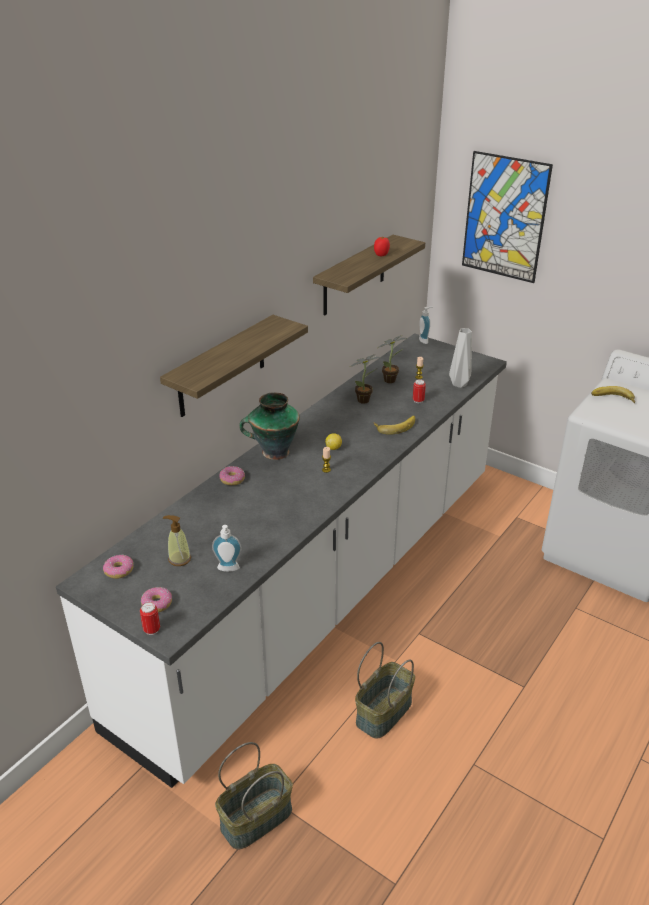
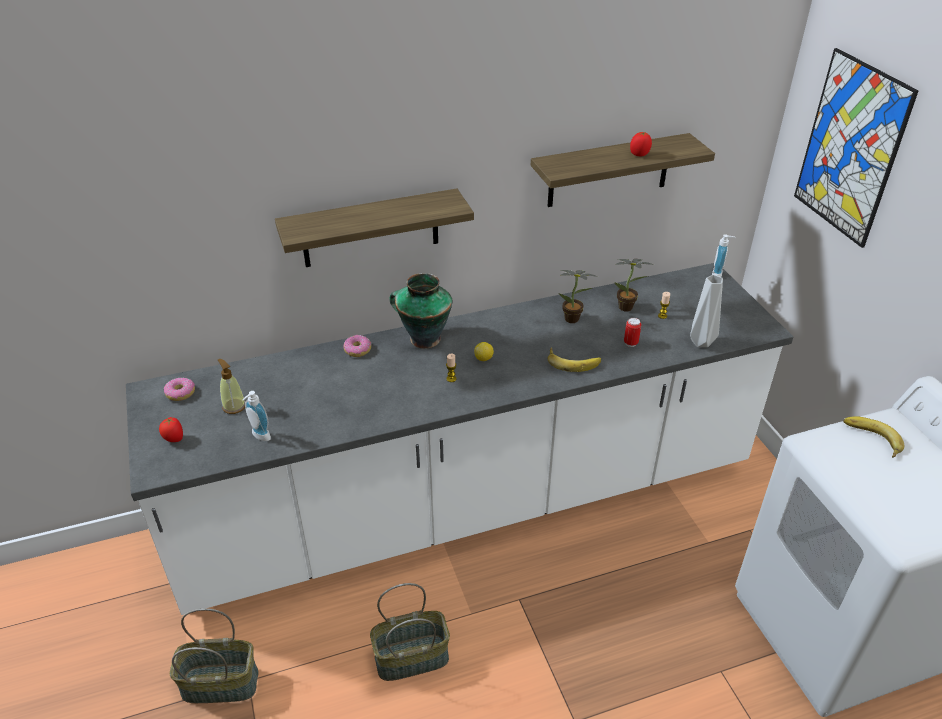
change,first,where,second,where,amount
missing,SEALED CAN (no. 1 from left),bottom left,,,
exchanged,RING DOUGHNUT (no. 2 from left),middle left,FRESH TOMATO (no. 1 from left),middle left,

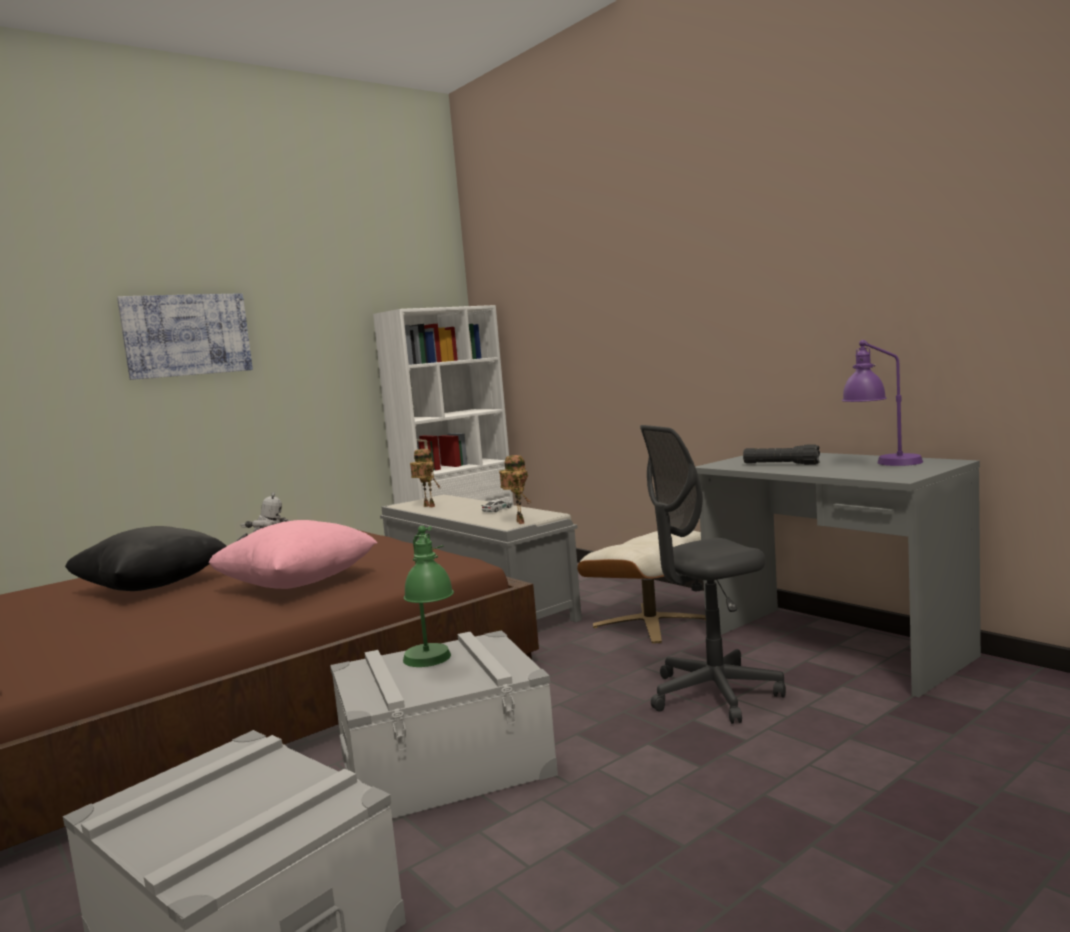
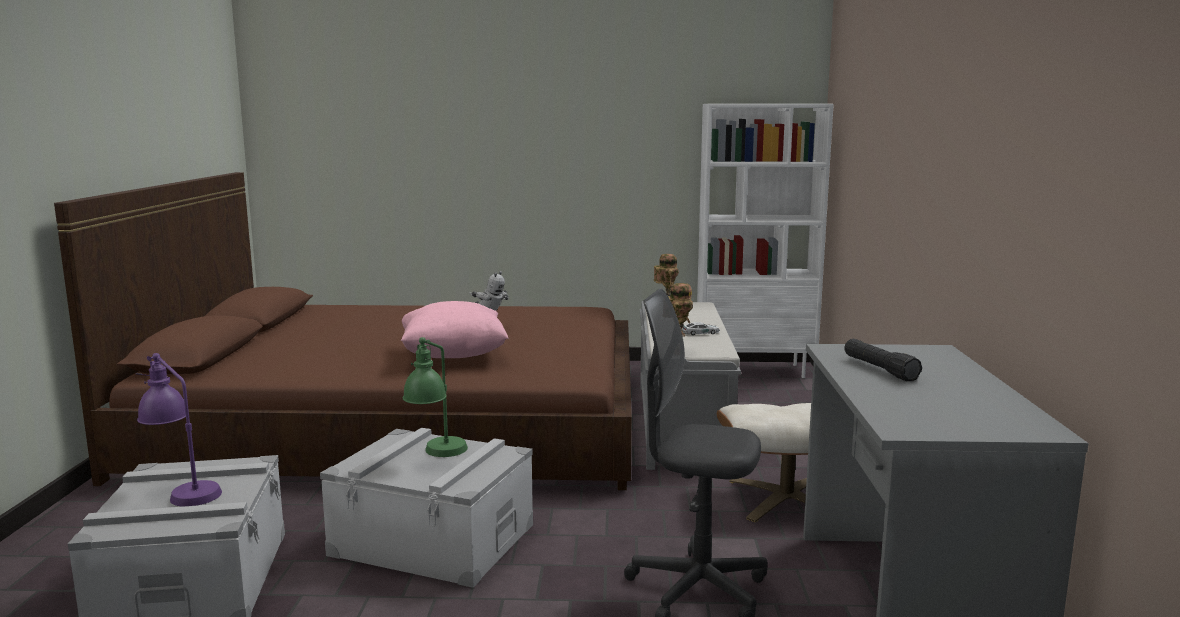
change,first,where,second,where,amount
missing,BLACK-COLOURED PILLOW,middle left,,,
missing,WALL ART,middle left,,,
relocated,PURPLISH TABLE LAMP,middle right,,bottom left,

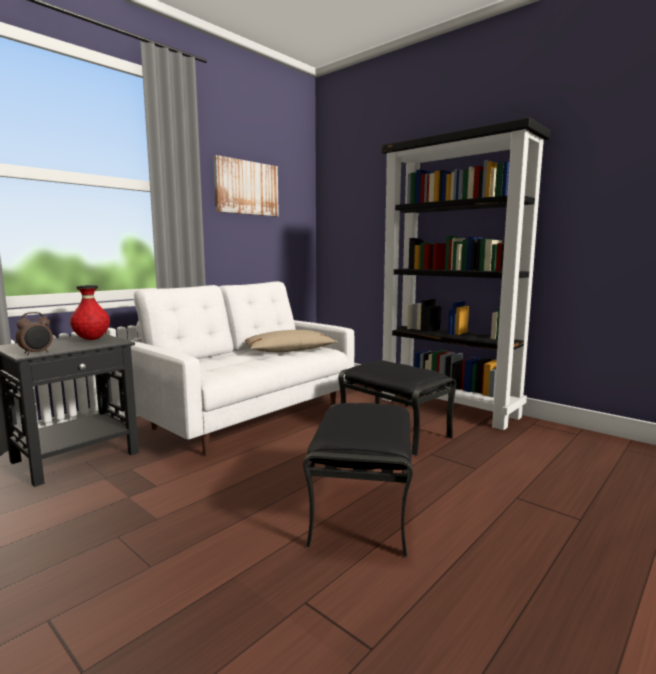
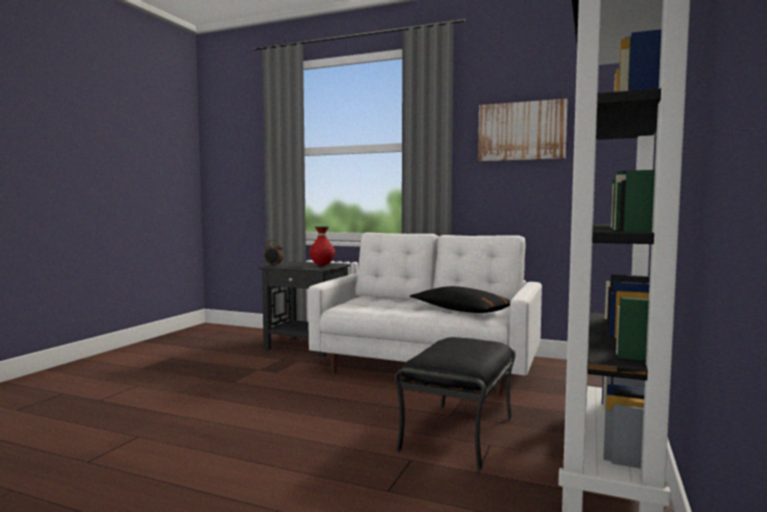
change,first,where,second,where,amount
colour,BEIGE PILLOW,centre,BLACK-COLOURED PILLOW,centre,
missing,BLACK-COLOURED FOOTREST (no. 1 from left),bottom centre,,,

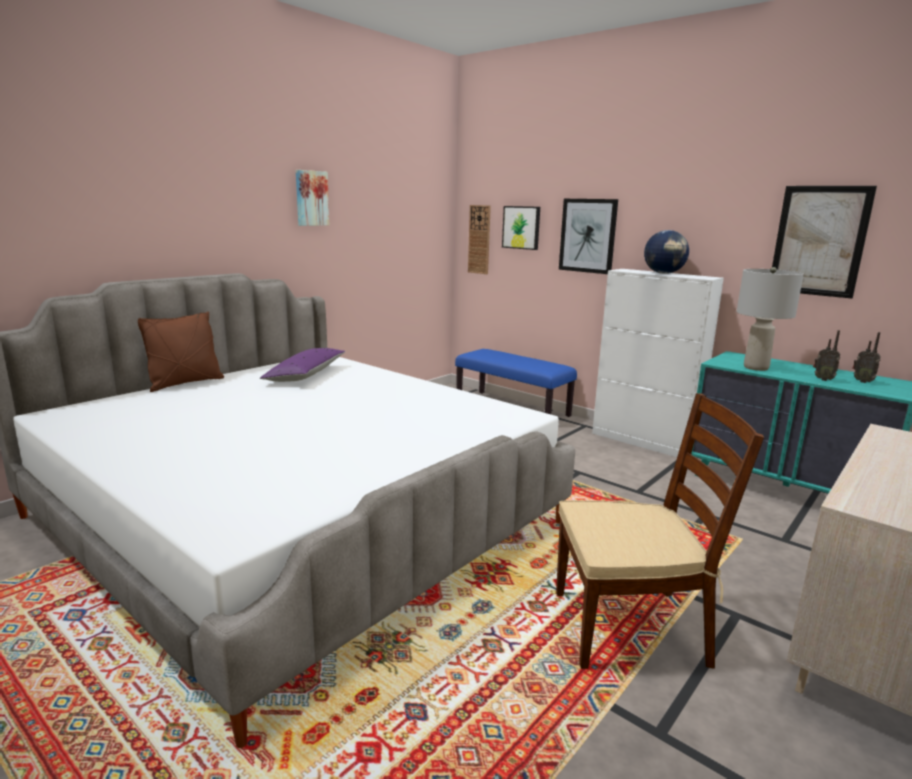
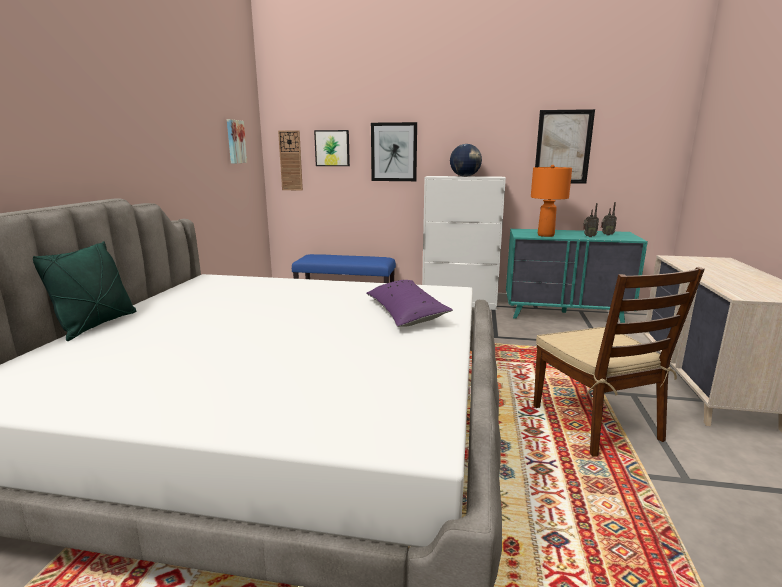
change,first,where,second,where,amount
colour,BROWN-COLOURED PILLOW,middle left,GREENISH PILLOW,middle left,
relocated,PURPLISH PILLOW,middle left,,centre,
relocated,WALL ART (no. 1 from left),top centre,,top left,
spun,BROWN-COLOURED PLAIN CHAIR,bottom right,,middle right,105 degrees clockwise
colour,GREYISH TABLE LAMP,middle right,ORANGEY TABLE LAMP,middle right,

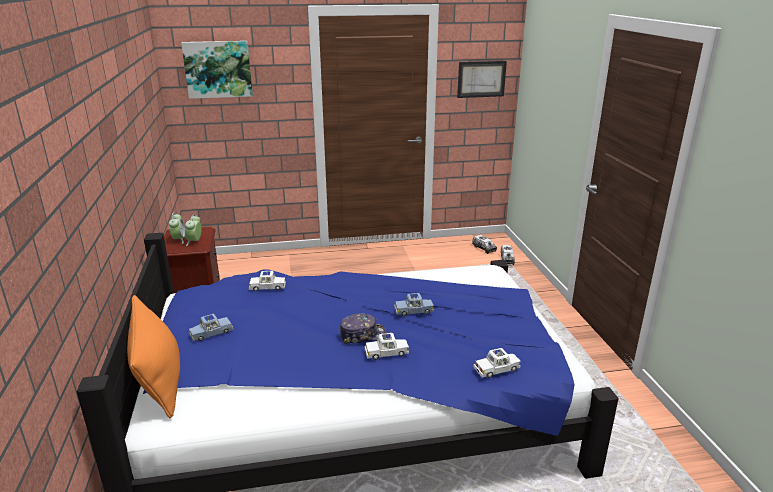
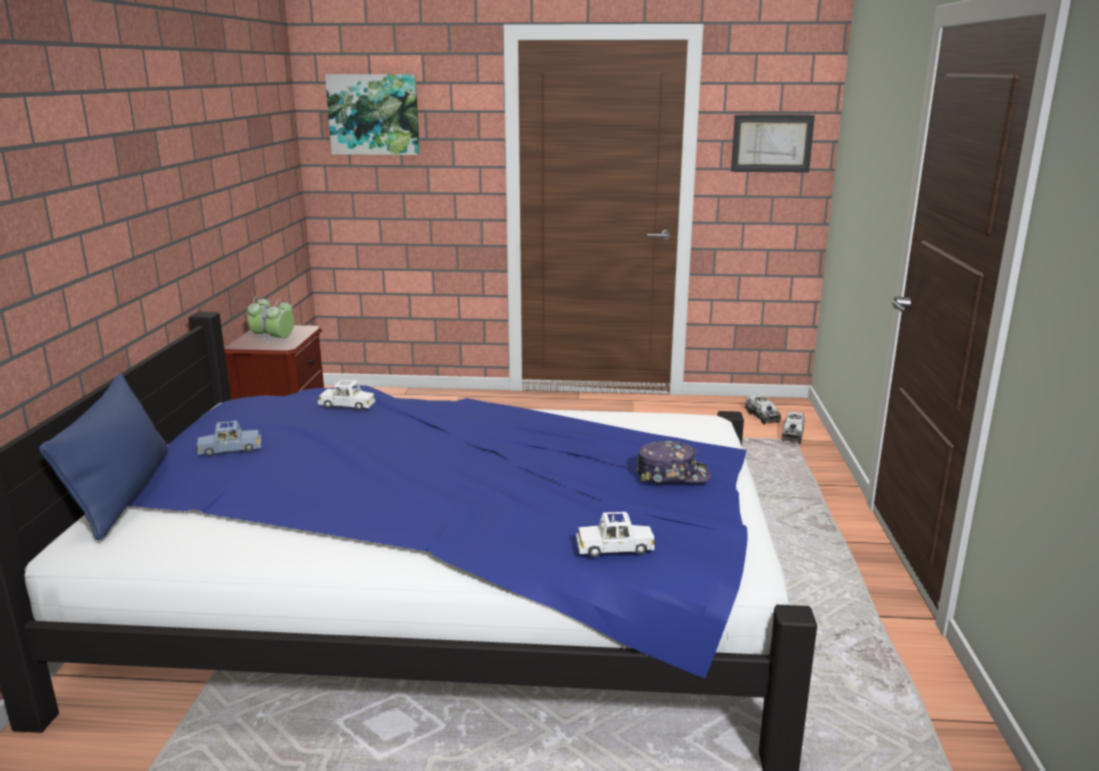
change,first,where,second,where,amount
colour,ORANGEY PILLOW,bottom left,BLUE-COLOURED PILLOW,middle left,
relocated,CAP,bottom centre,,centre,
missing,WHITISH TOY CAR (no. 2 from left),bottom centre,,,
missing,BLUE-COLOURED TOY CAR (no. 2 from left),centre,,,

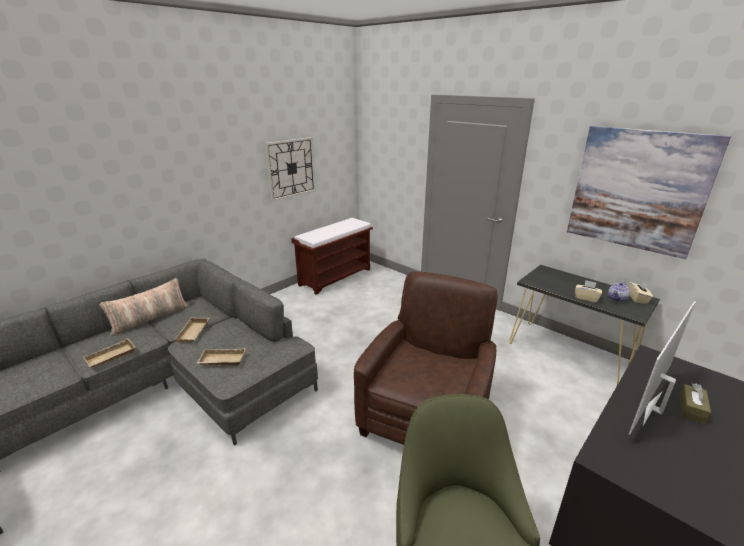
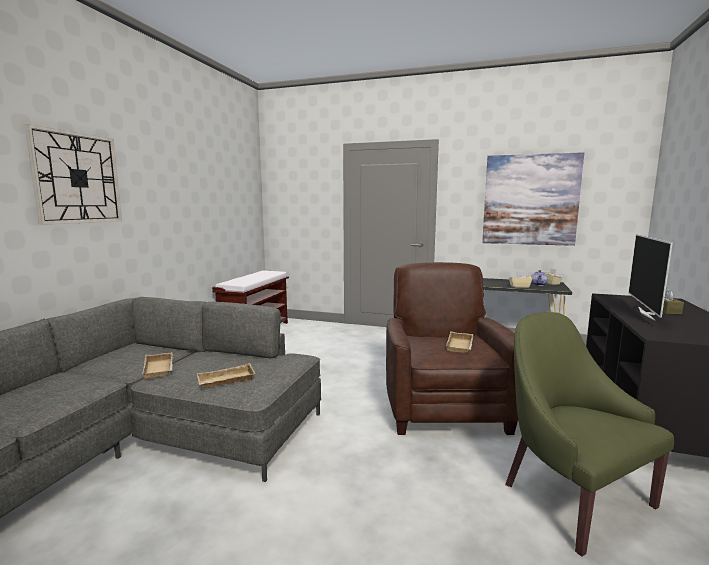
change,first,where,second,where,amount
relocated,BEIGE CARRYING TRAY (no. 1 from left in the first image),middle left,BEIGE CARRYING TRAY (no. 3 from left),centre,
missing,PILLOW,middle left,,,
relocated,HANGING CLOCK,top centre,,top left,

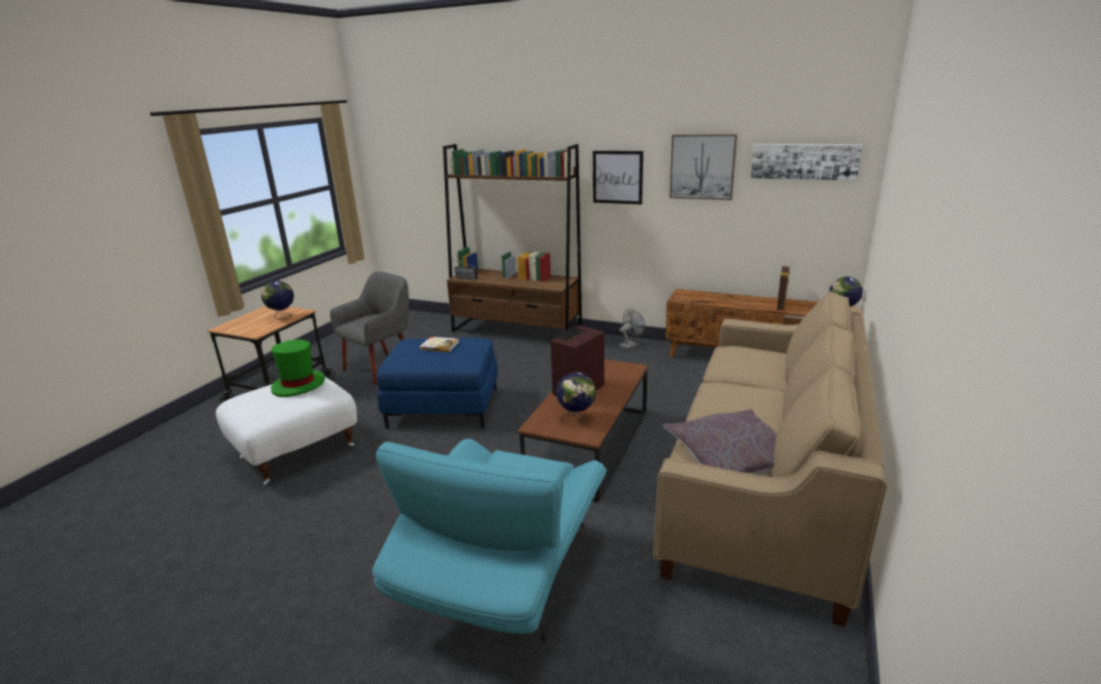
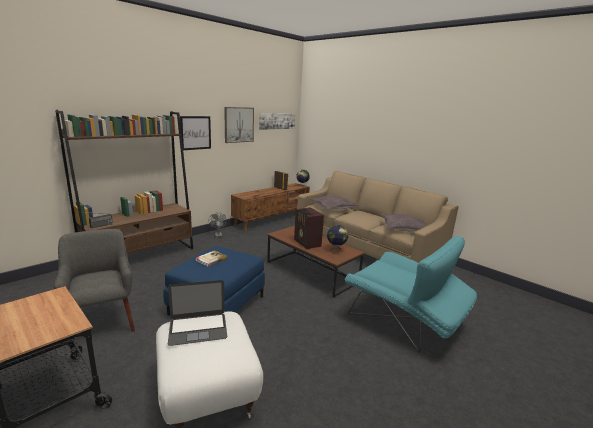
change,first,where,second,where,amount
missing,WORLD GLOBE (no. 1 from left),middle left,,,
exchanged,GREENISH WEARABLE HAT,middle left,NOTEBOOK COMPUTER,bottom left,
appeared,,,GREYISH PILLOW (no. 1 from left),centre,

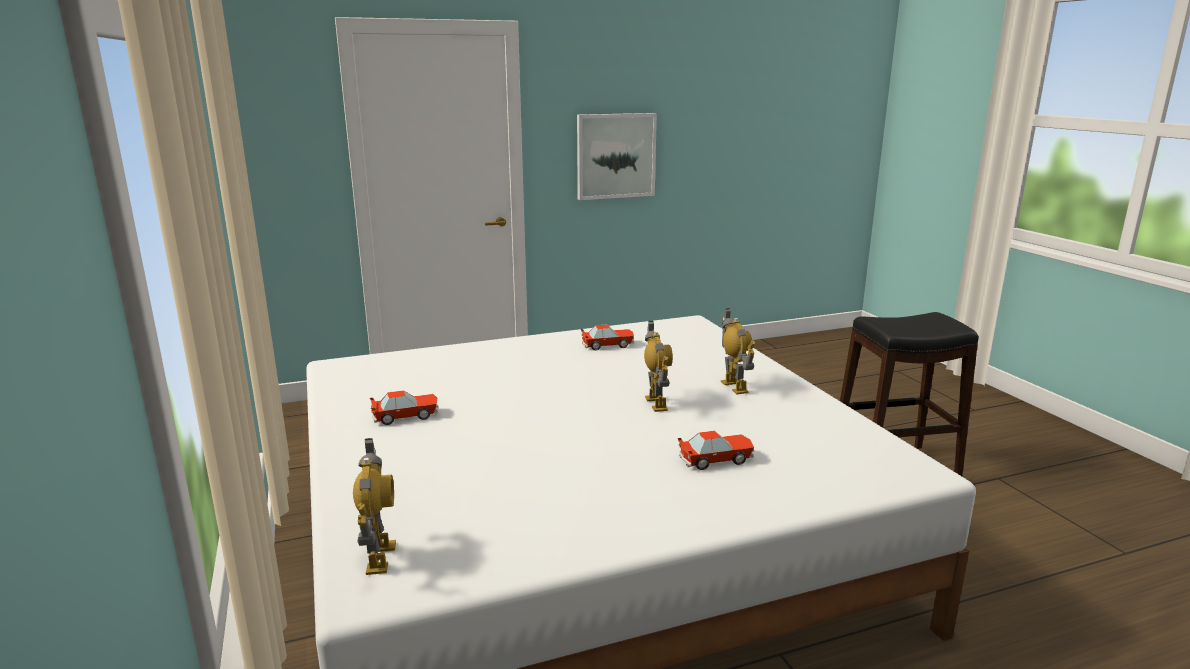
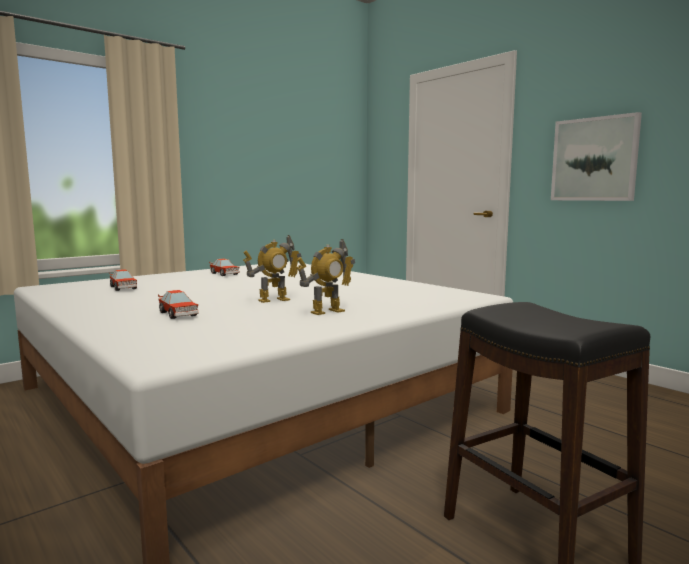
change,first,where,second,where,amount
missing,TOY ROBOT (no. 1 from left),bottom left,,,
relocated,TOY CAR (no. 2 from left in the first image),centre,TOY CAR (no. 1 from left),middle left,

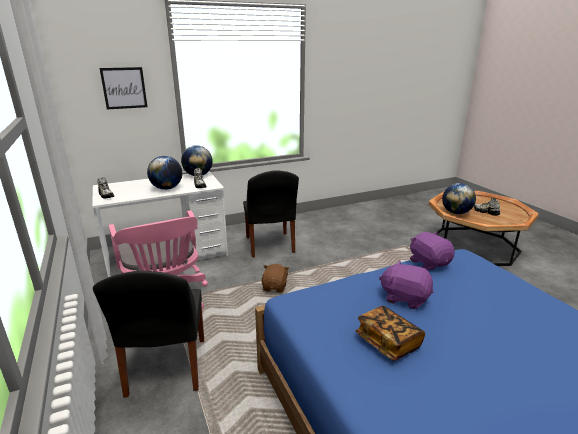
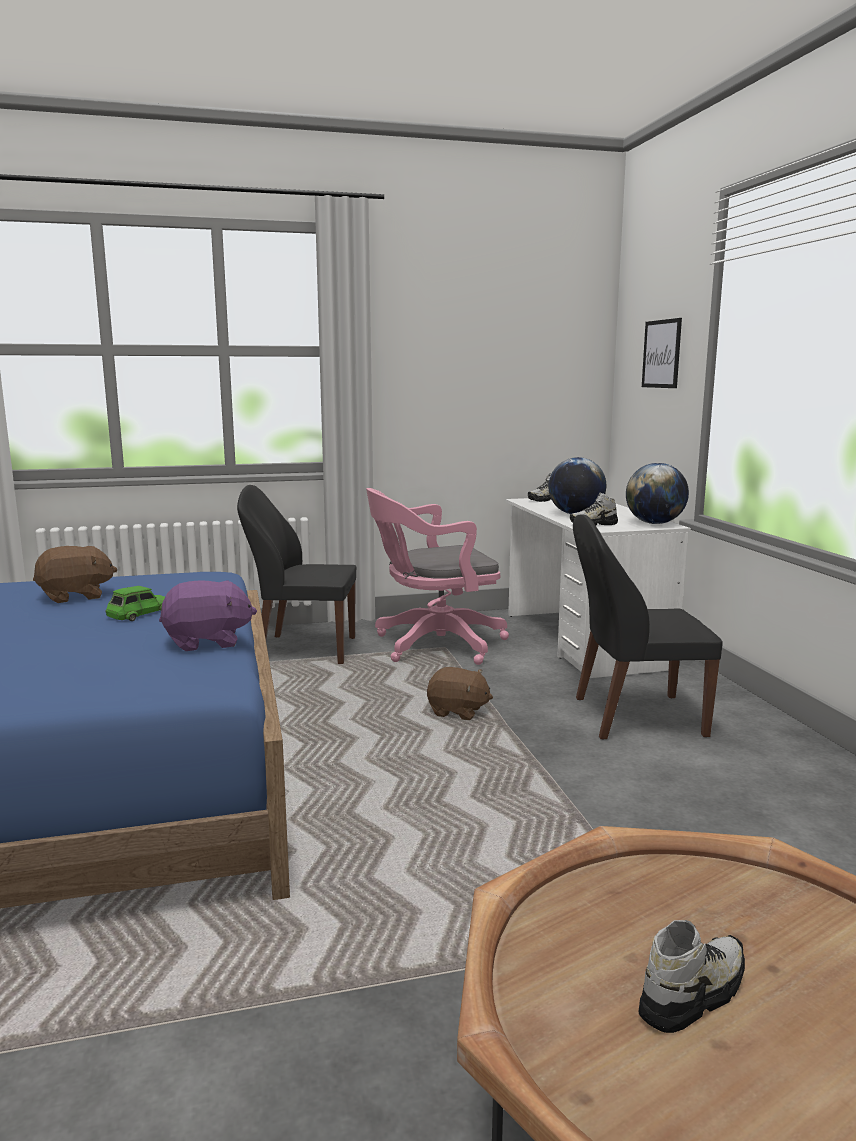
change,first,where,second,where,amount
exchanged,BOUND BOOK,bottom right,BROWN-COLOURED SOFT TOY (no. 1 from left),middle left,
exchanged,PURPLISH SOFT TOY (no. 1 from left),middle right,GREENISH TOY CAR,middle left,
missing,WORLD GLOBE (no. 3 from left),middle right,,,

